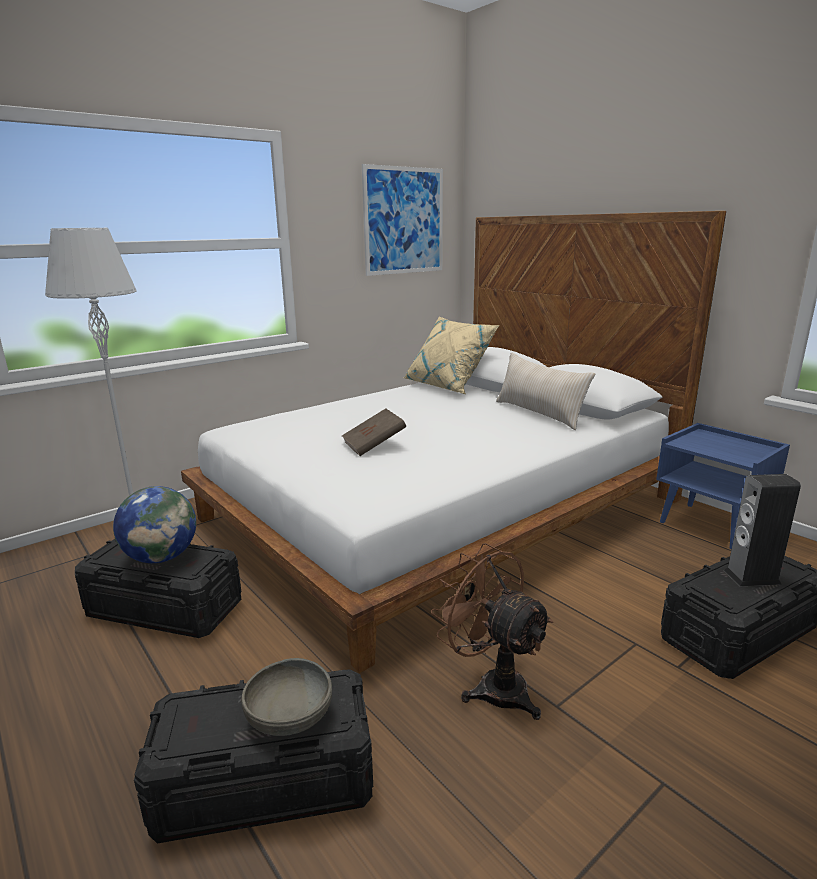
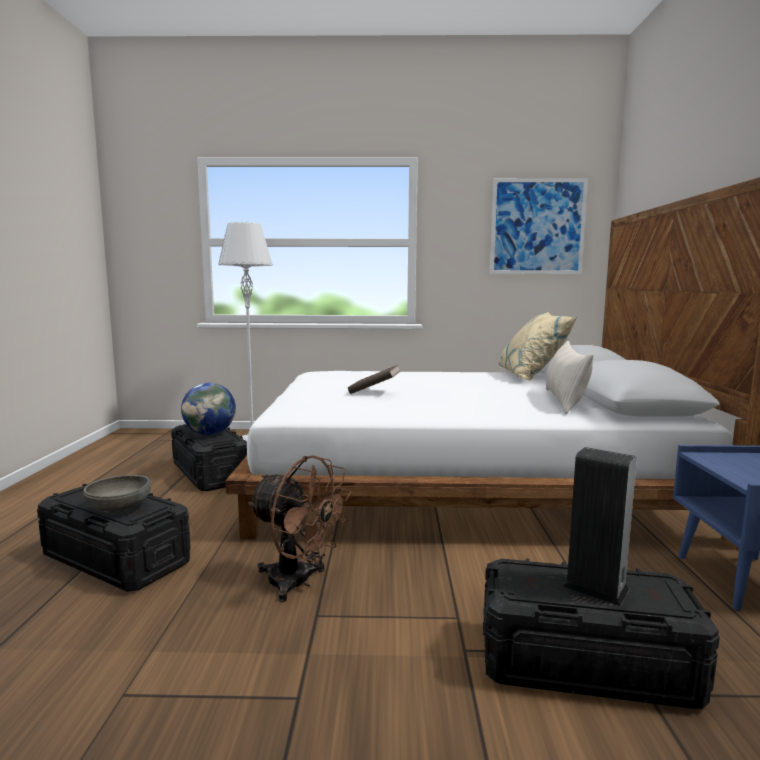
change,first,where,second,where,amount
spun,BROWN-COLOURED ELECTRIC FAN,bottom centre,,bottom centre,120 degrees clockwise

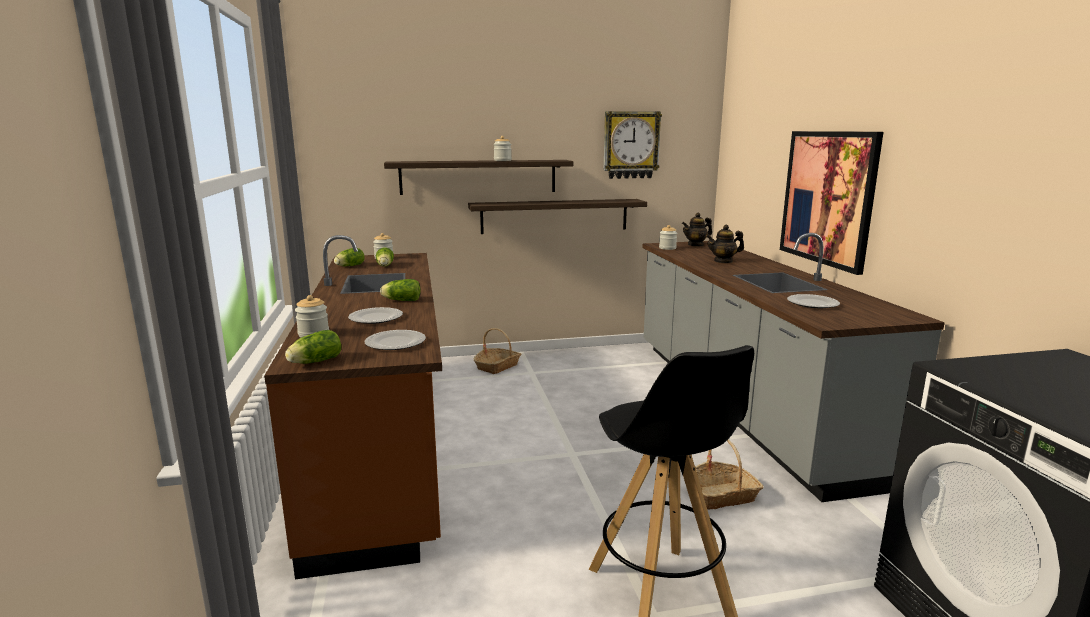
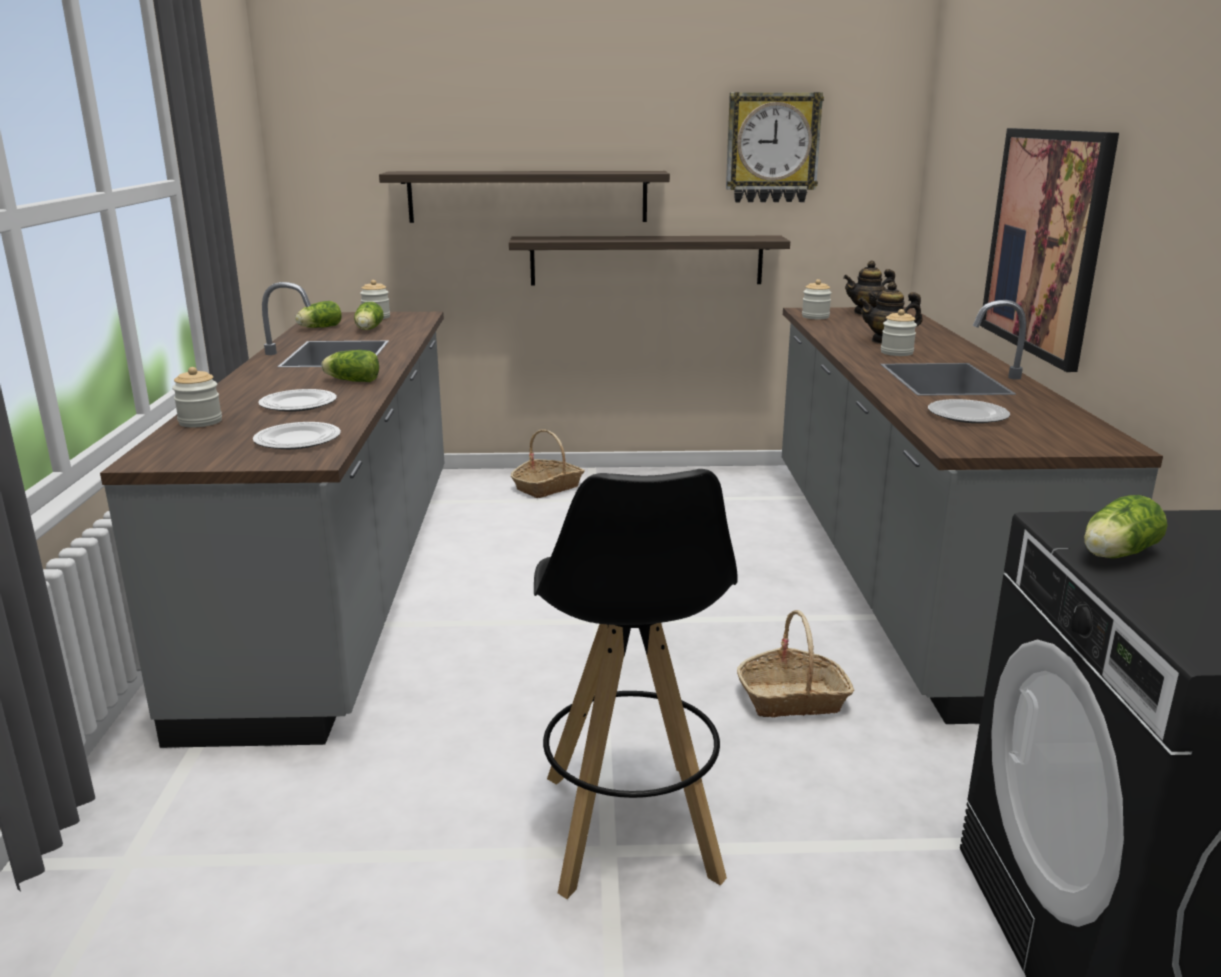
change,first,where,second,where,amount
colour,BROWN-COLOURED COUNTER,middle left,GREYISH COUNTER (no. 1 from left),middle left,
relocated,LETTUCE HEAD (no. 1 from left in the first image),middle left,LETTUCE HEAD (no. 4 from left),middle right,
relocated,PRESERVE JAR (no. 3 from left in the first image),top centre,PRESERVE JAR (no. 4 from left),middle right,

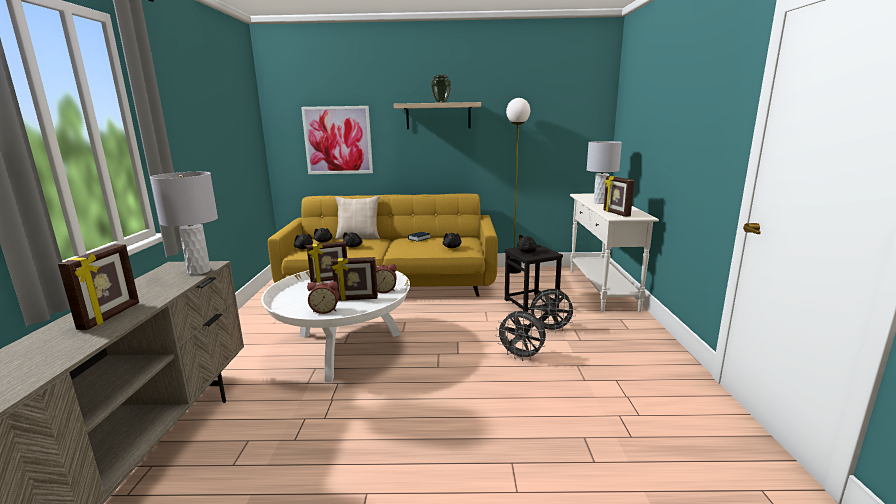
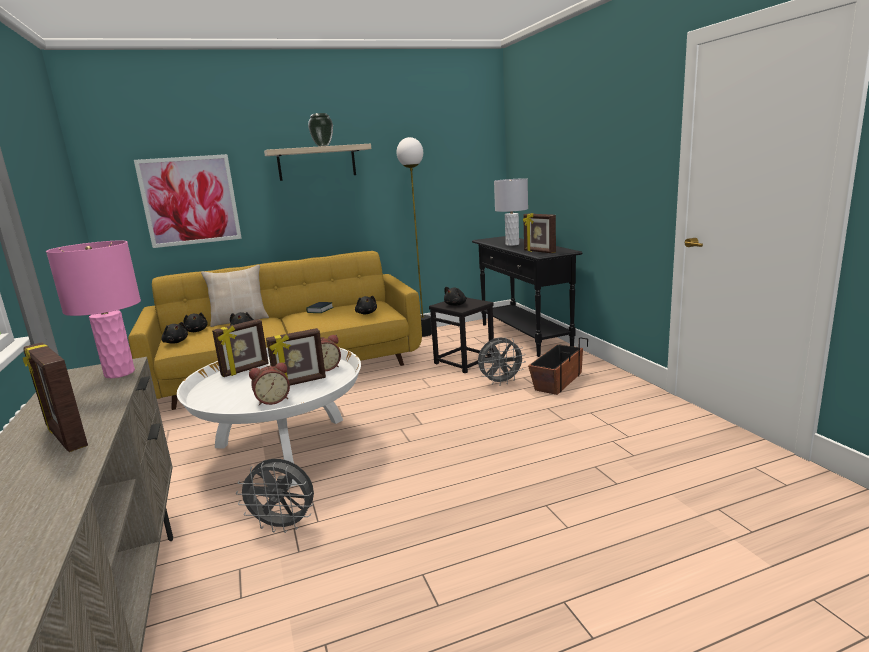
change,first,where,second,where,amount
spun,PICTURE FRAME (no. 1 from left),middle left,,middle left,150 degrees clockwise
colour,GREYISH TABLE LAMP (no. 1 from left),middle left,PINK TABLE LAMP,middle left,
relocated,GREYISH ELECTRIC FAN (no. 1 from left),bottom centre,,bottom left,
colour,WHITISH HALL TABLE,middle right,BLACK-COLOURED HALL TABLE,centre,
appeared,,,PLANTER,centre,

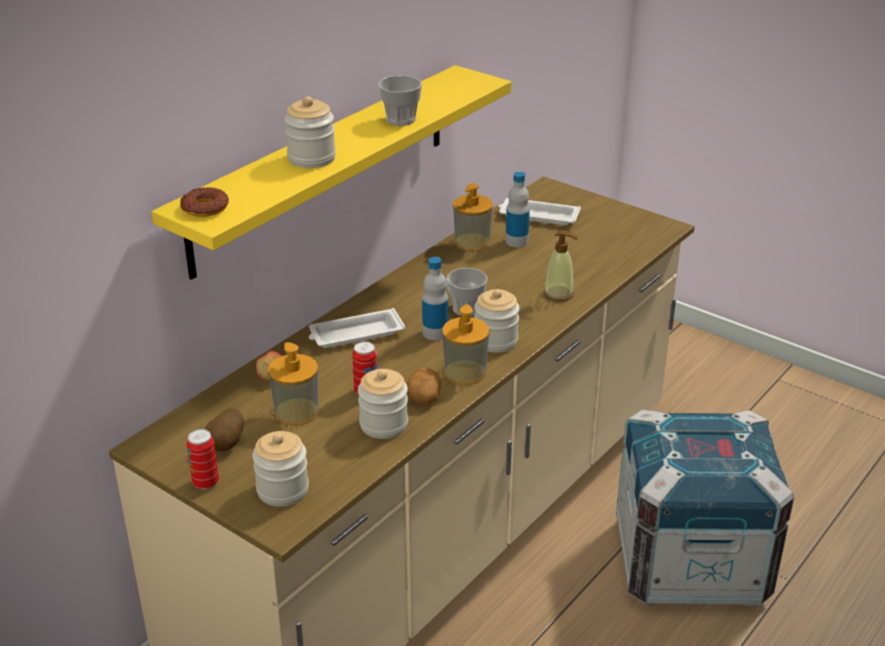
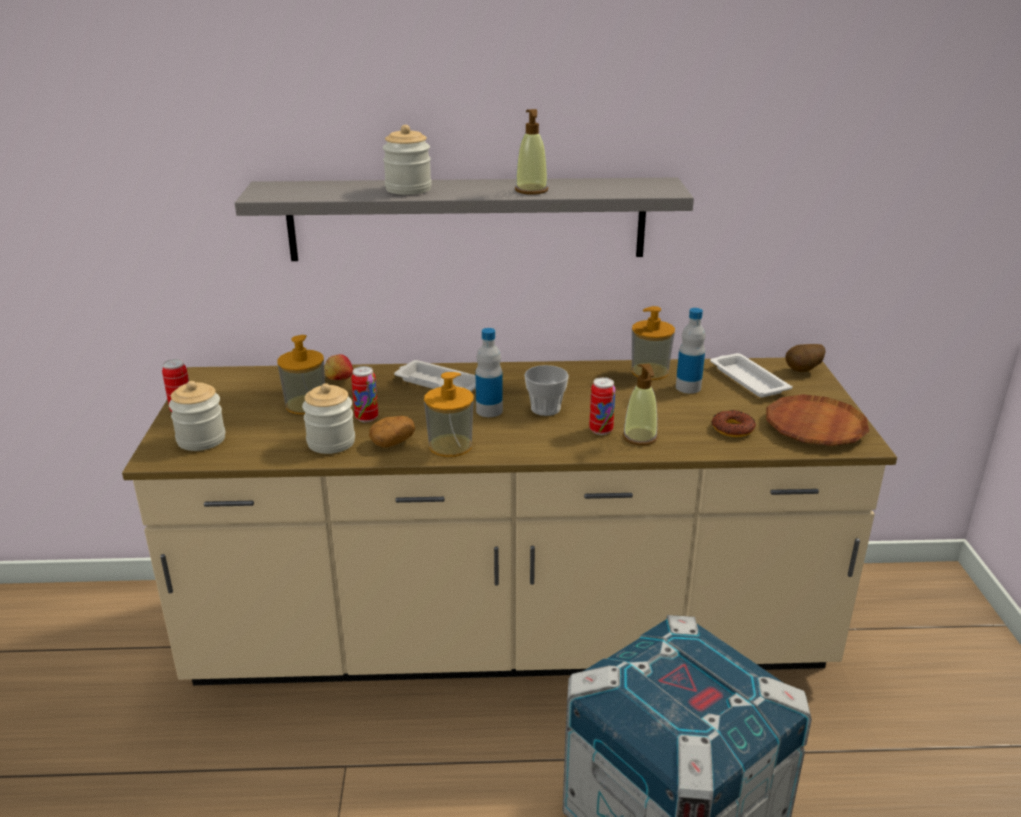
change,first,where,second,where,amount
colour,YELLOWISH WALL SHELF,top centre,GREYISH WALL SHELF,top centre,
relocated,RING DOUGHNUT,top left,,middle right,
relocated,SPUD (no. 1 from left in the first image),middle left,SPUD (no. 2 from left),middle right,
exchanged,CUP (no. 1 from left),top centre,SOAP DISPENSER (no. 3 from left),top centre,
missing,PRESERVE JAR (no. 4 from left),centre,,,
appeared,,,SEALED CAN (no. 3 from left),centre,
appeared,,,BROWN-COLOURED FLAT DISH,middle right,

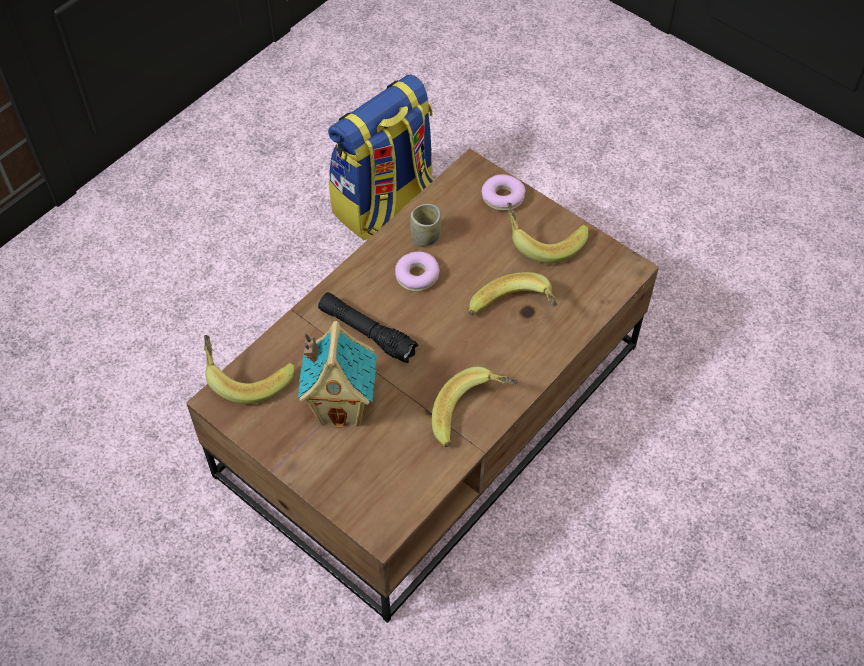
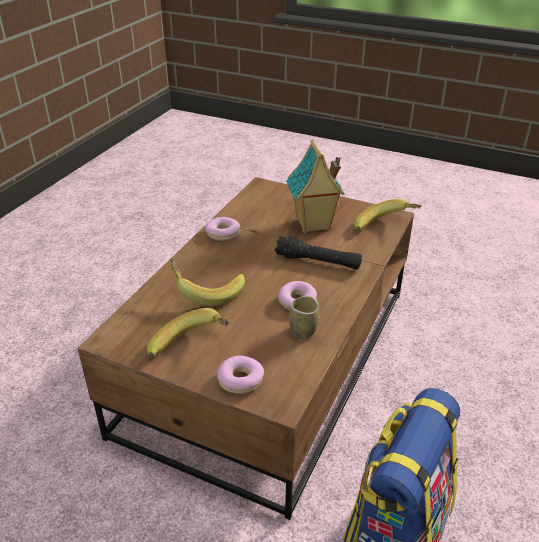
change,first,where,second,where,amount
exchanged,WHOLE BANANA (no. 2 from left),centre,RING DOUGHNUT (no. 1 from left),centre,

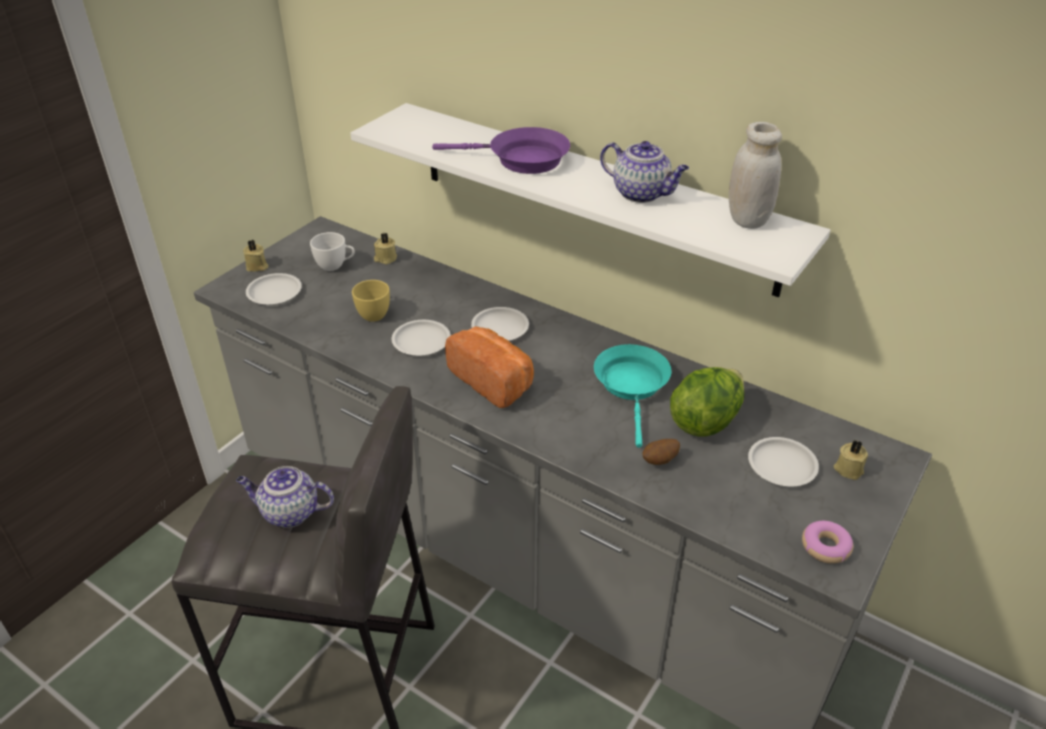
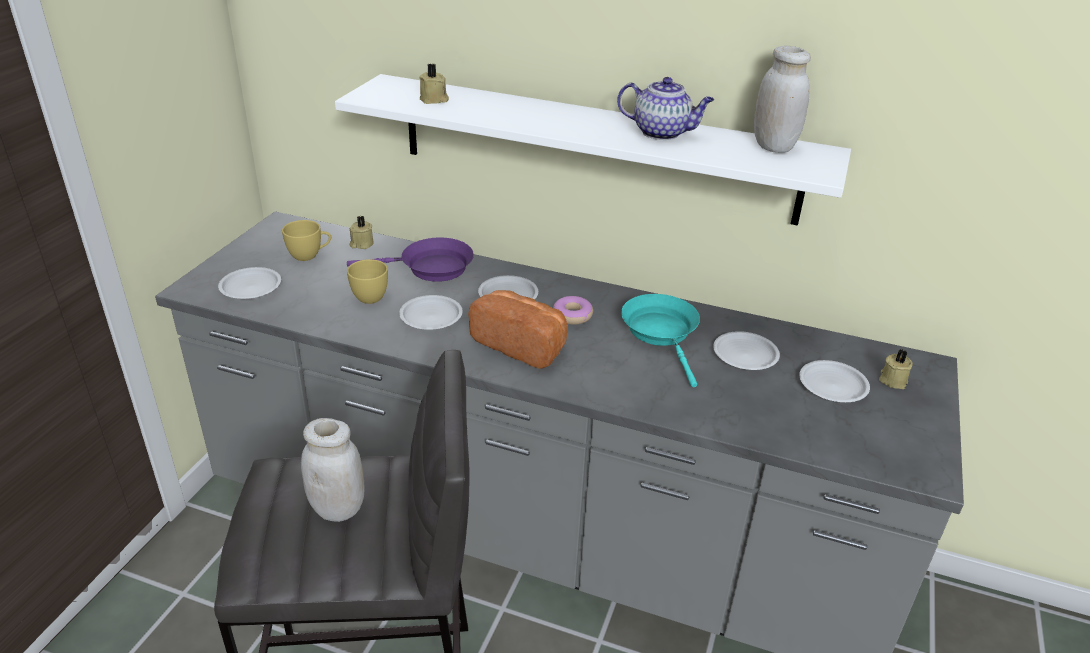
change,first,where,second,where,amount
exchanged,POT FOR TEA (no. 1 from left),bottom left,WHITISH PRESERVE JAR (no. 1 from left),bottom left,
relocated,BEIGE WAX CANDLE (no. 1 from left in the first image),middle left,BEIGE WAX CANDLE (no. 2 from left),top centre,
colour,WHITISH CUP,middle left,YELLOWISH CUP (no. 1 from left),middle left,
relocated,PURPLISH PAN,top centre,,centre,
missing,SPUD,centre,,,
exchanged,LETTUCE HEAD,middle right,WHITISH FLAT DISH (no. 4 from left),middle right,
relocated,RING DOUGHNUT,bottom right,,centre,

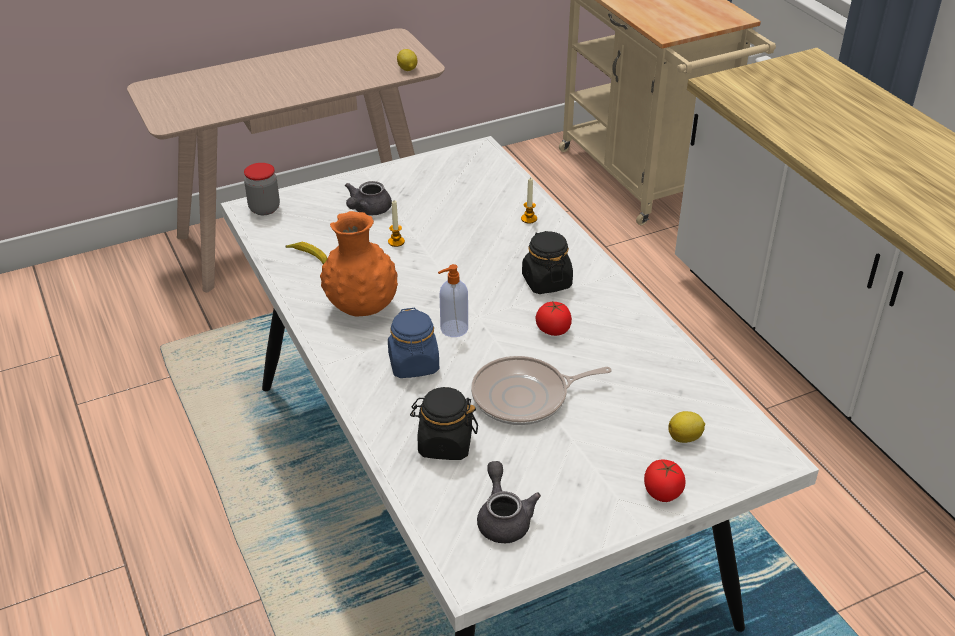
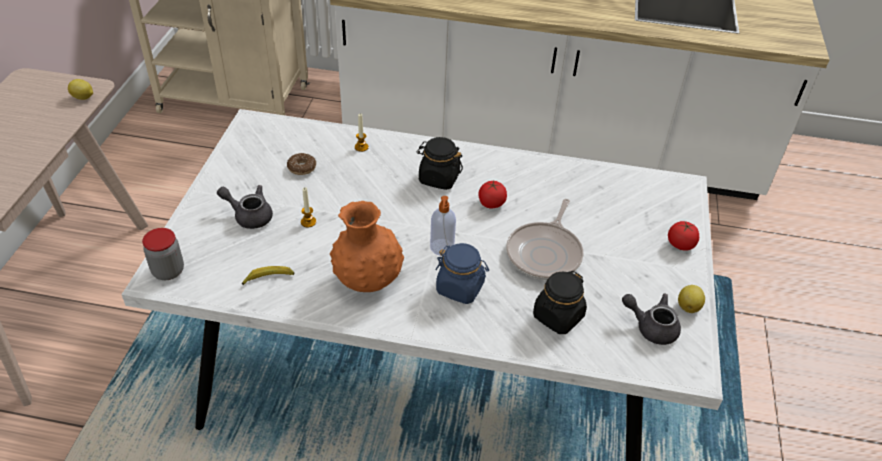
change,first,where,second,where,amount
spun,GREYISH POT FOR TEA (no. 1 from left),top centre,,middle left,135 degrees clockwise
relocated,WHOLE LEMON (no. 2 from left),bottom right,,middle right,
appeared,,,RING DOUGHNUT,centre,

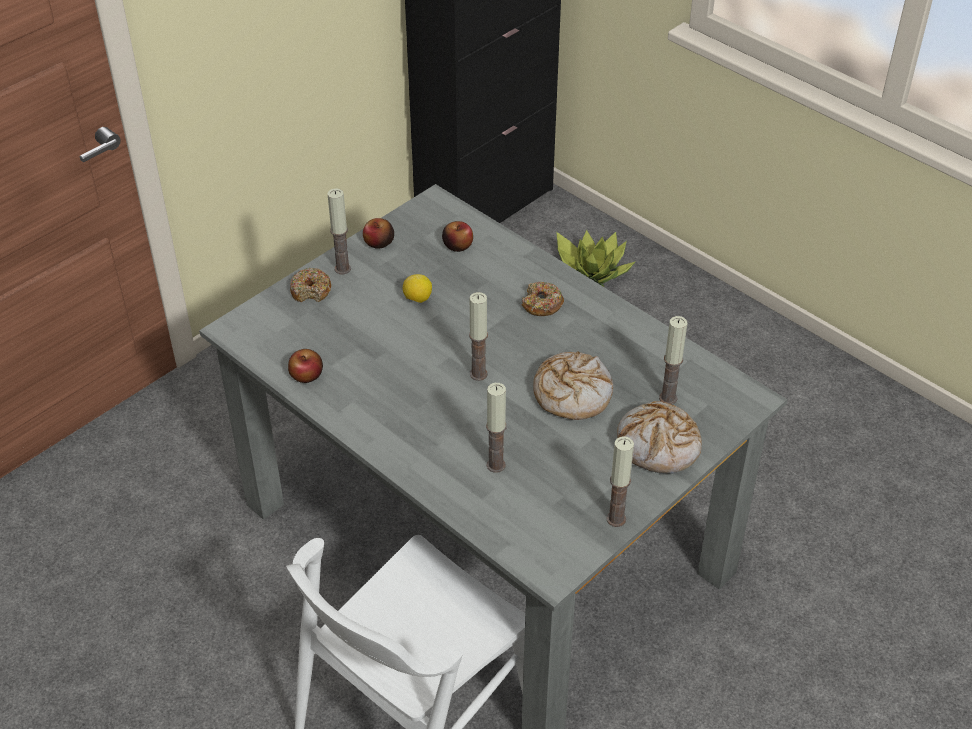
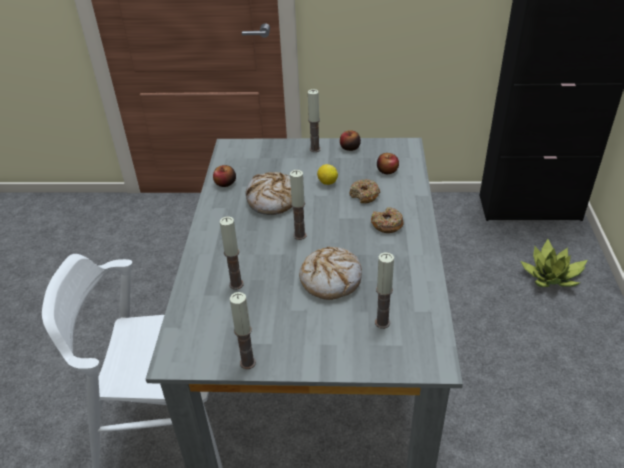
change,first,where,second,where,amount
relocated,RING DOUGHNUT (no. 1 from left),middle left,,centre,
relocated,BAKERY BREAD (no. 2 from left in the first image),middle right,BAKERY BREAD (no. 1 from left),centre,

